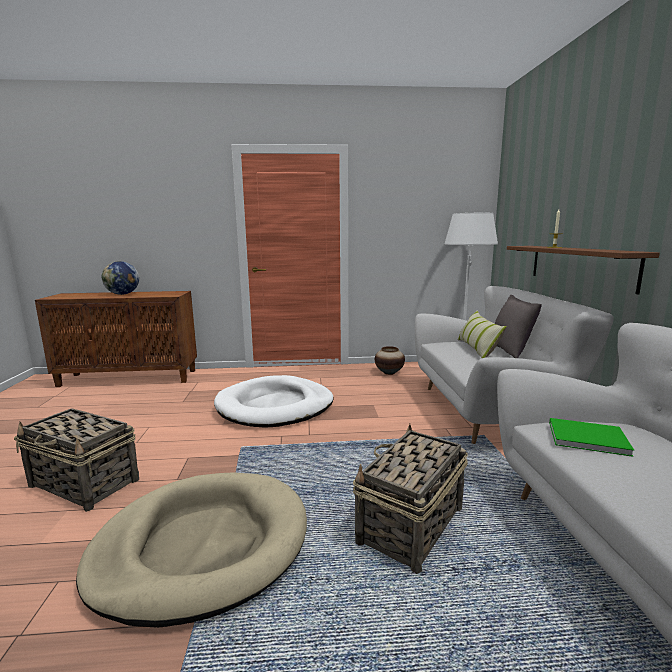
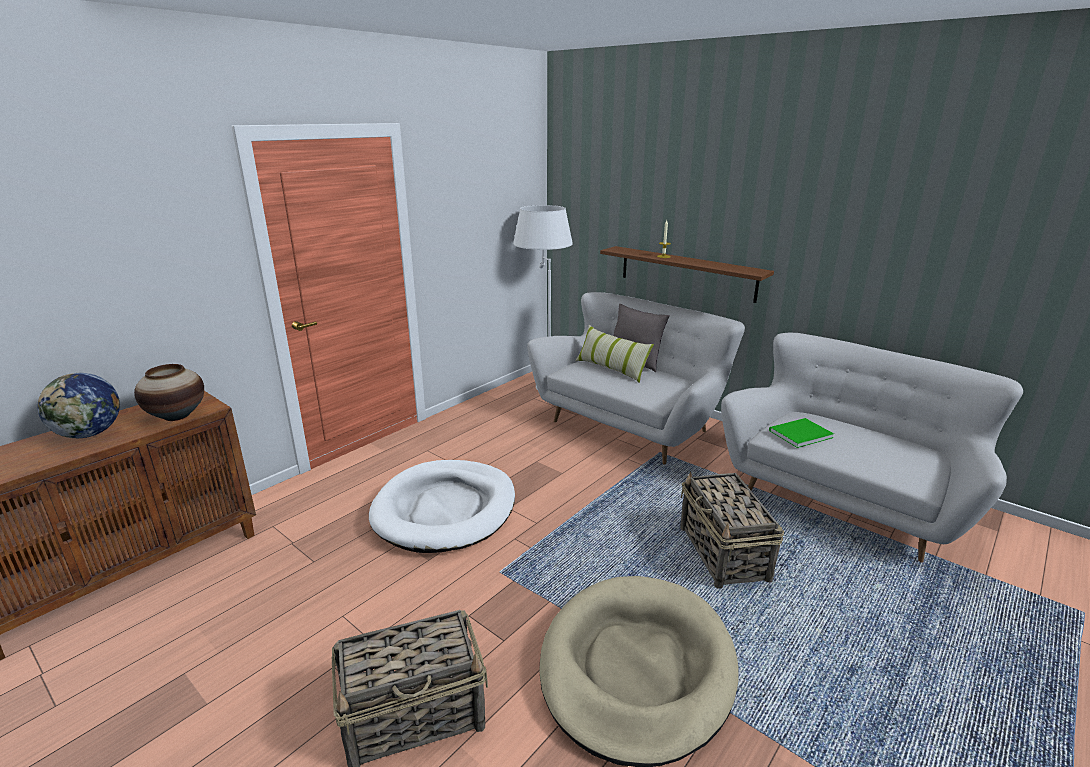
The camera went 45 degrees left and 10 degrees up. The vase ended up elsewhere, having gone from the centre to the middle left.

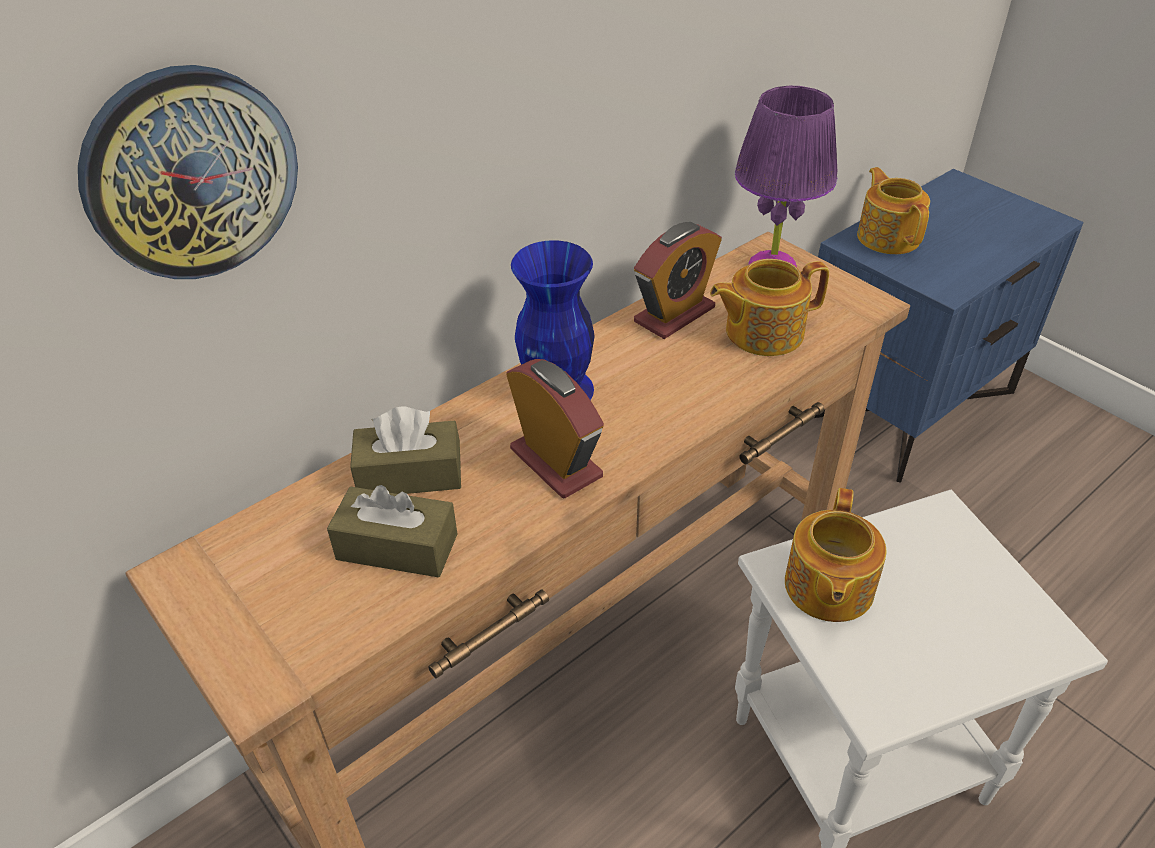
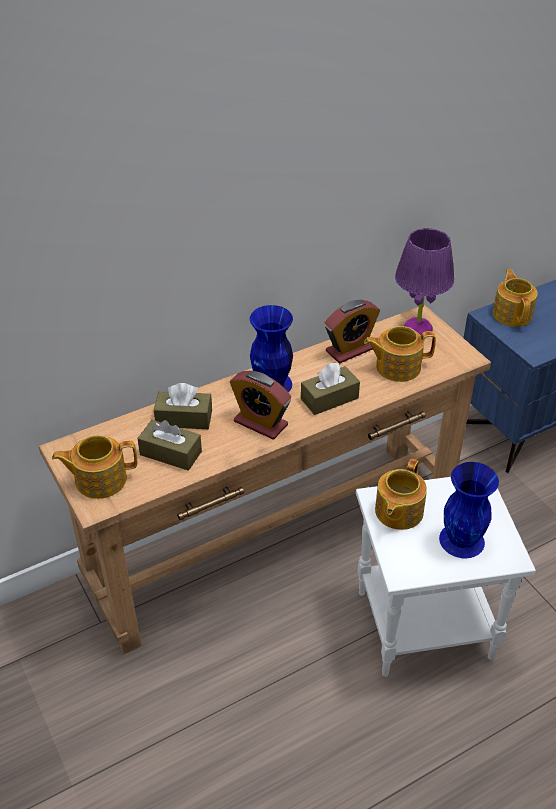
The camera went 10 degrees right and 0 degrees up. The second view gained the pot for tea (no. 1 from left) at the middle left. The alarm clock (no. 1 from left) at the centre ended up facing another way, 150 degrees clockwise from before. The second view gained the box of tissues/brown (no. 3 from left) at the centre. The second view gained the vase/bluish (no. 2 from left) at the middle right. The second view lost the wall clock at the top left.

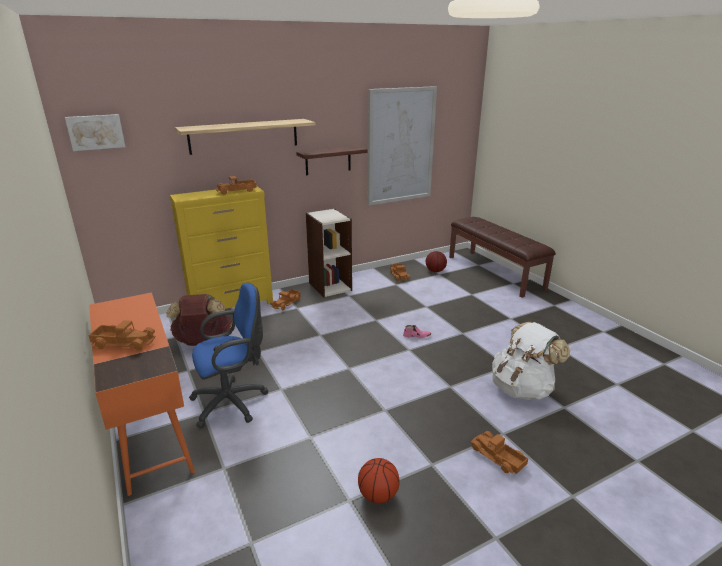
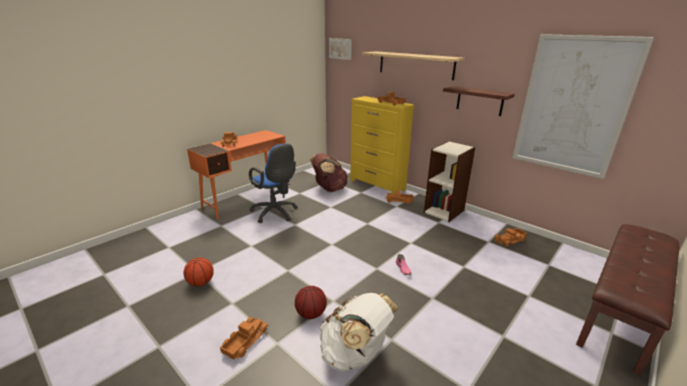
The camera went 70 degrees right and 0 degrees up. The basketball ball (no. 2 from left) ended up elsewhere, having gone from the centre to the bottom centre.

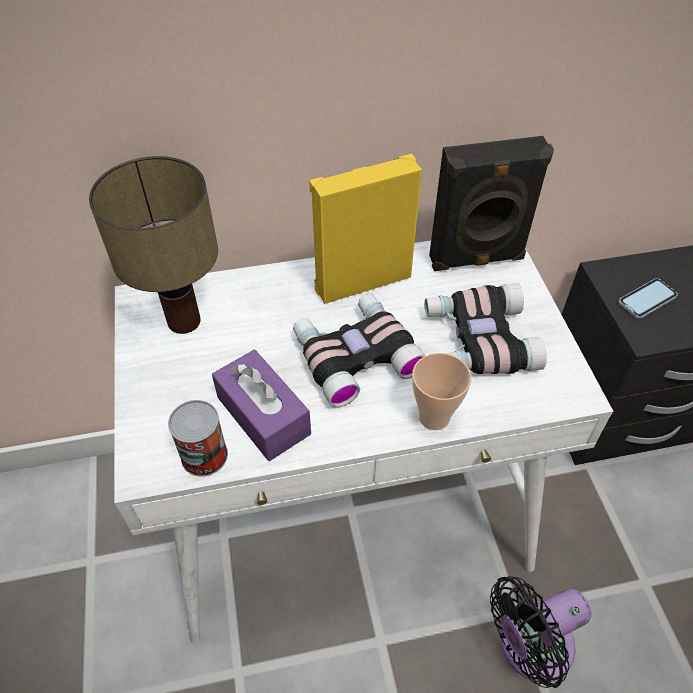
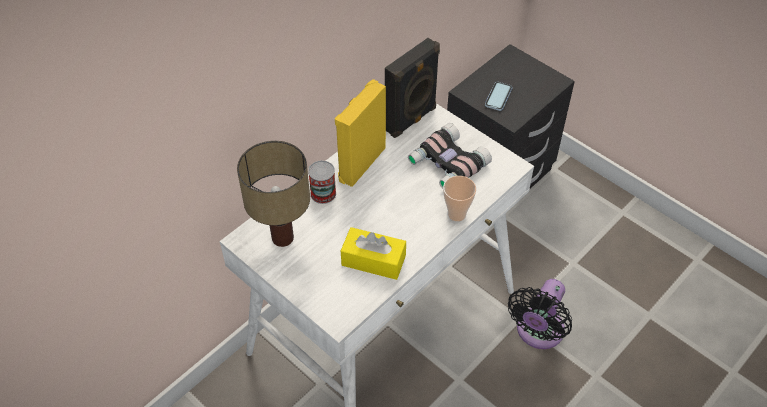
The camera went 35 degrees left and 0 degrees up. The can ended up elsewhere, having gone from the middle left to the centre. What was the box of tissues/purplish at the centre turned into the box of tissues/yellow at the centre. The second view lost the field glasses (no. 1 from left) at the centre.

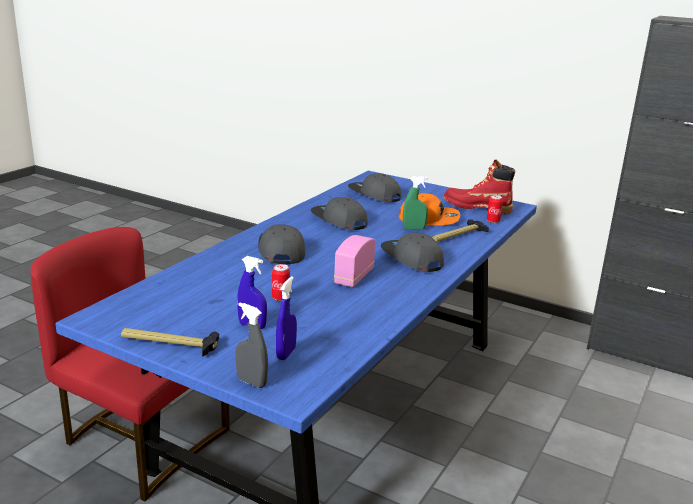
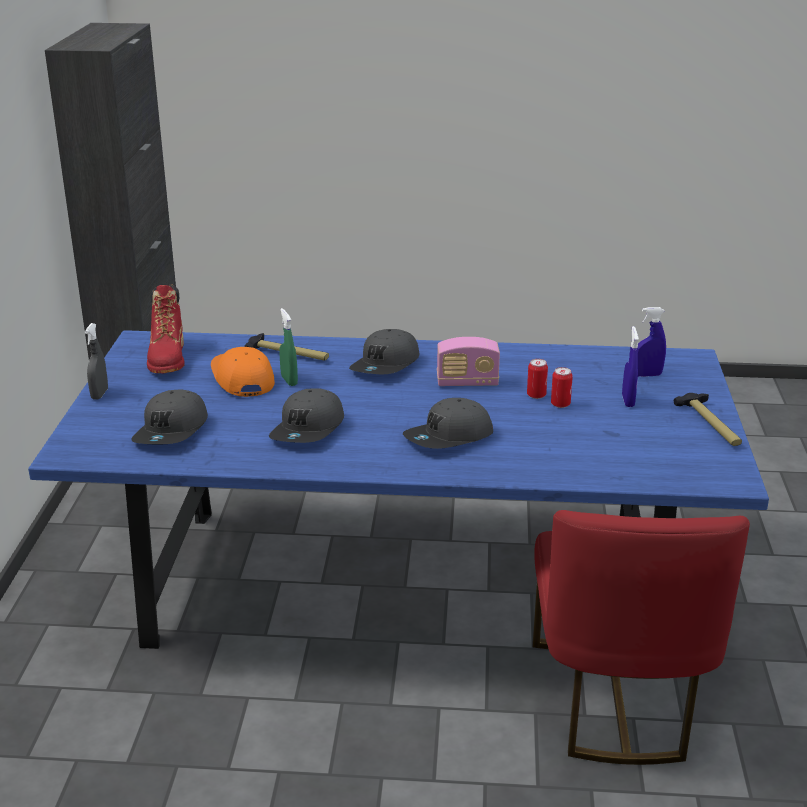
The camera went 115 degrees left and 5 degrees up. The spray bottle/grey ended up elsewhere, having gone from the bottom centre to the middle left. The can (no. 2 from left in the first image) ended up elsewhere, having gone from the middle right to the centre.

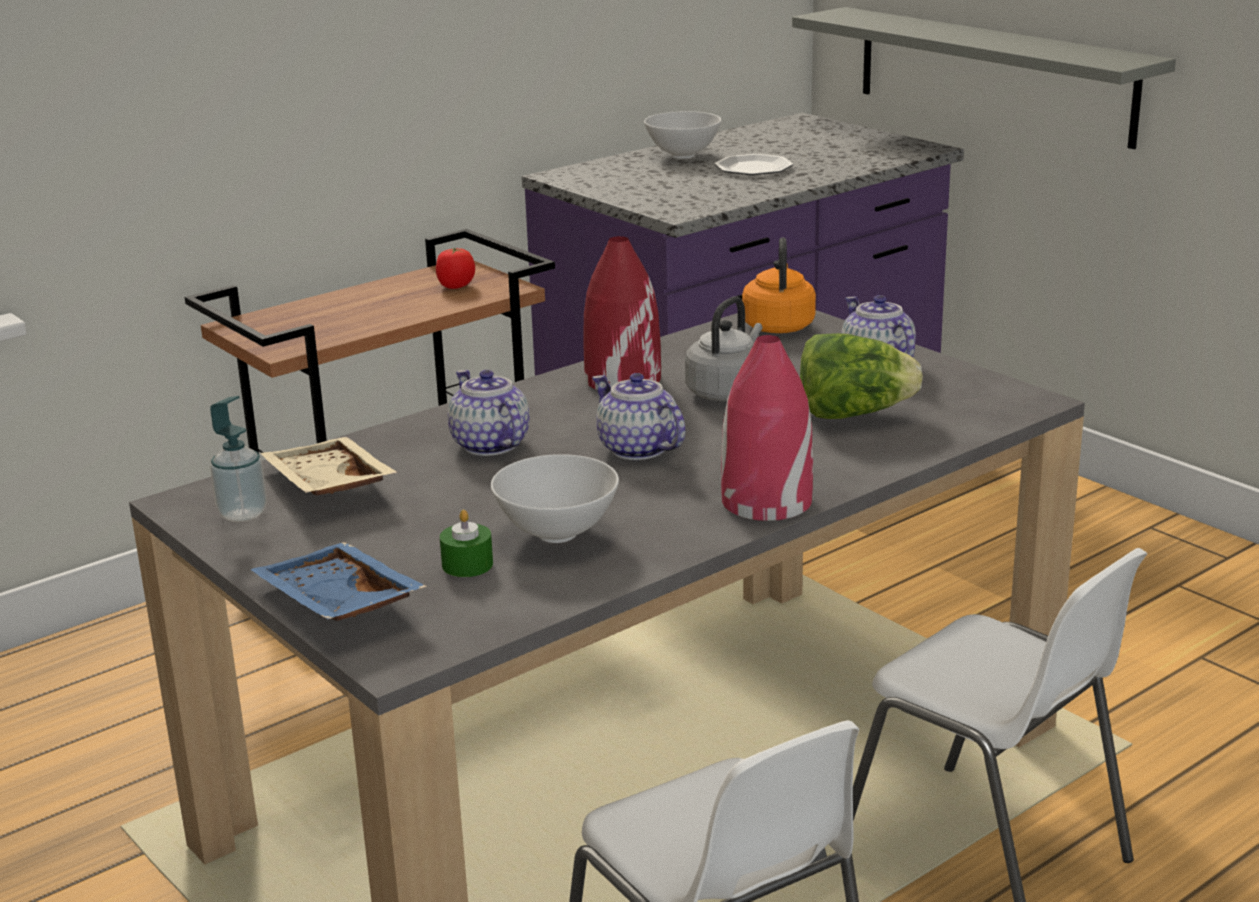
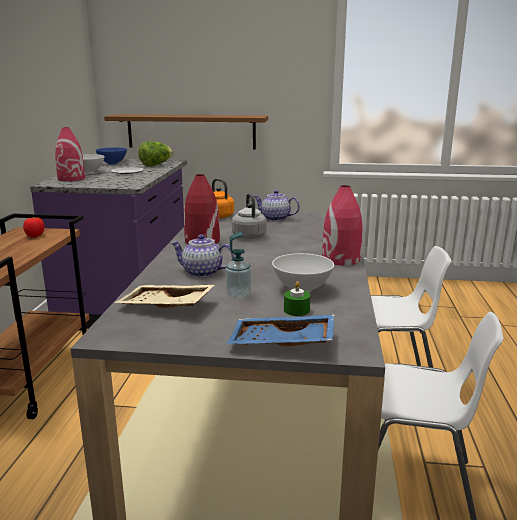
The camera went 45 degrees left and 5 degrees down. The second view gained the vase/red (no. 1 from left) at the top left. The second view gained the serving bowl/bluish at the top left. What was the wall shelf/grey at the top right turned into the wall shelf/brown at the top centre. The lettuce head ended up elsewhere, having gone from the middle right to the top left. The soap bottle ended up elsewhere, having gone from the middle left to the centre. The second view lost the pot for tea (no. 2 from left) at the centre.

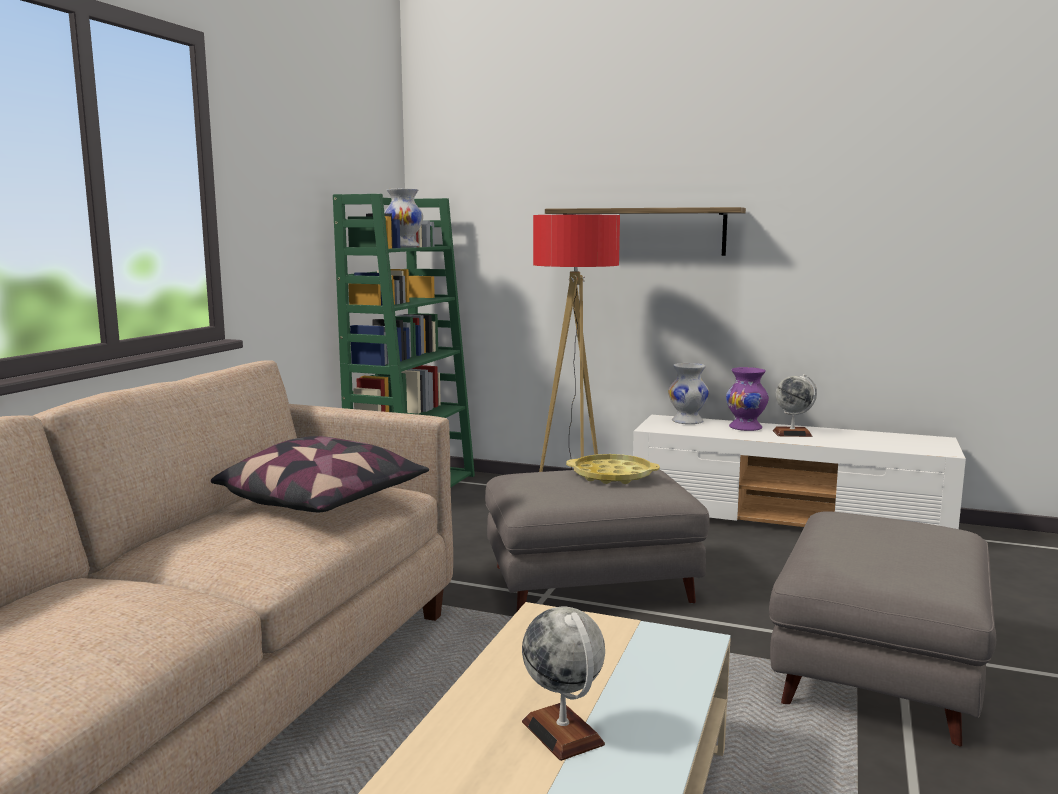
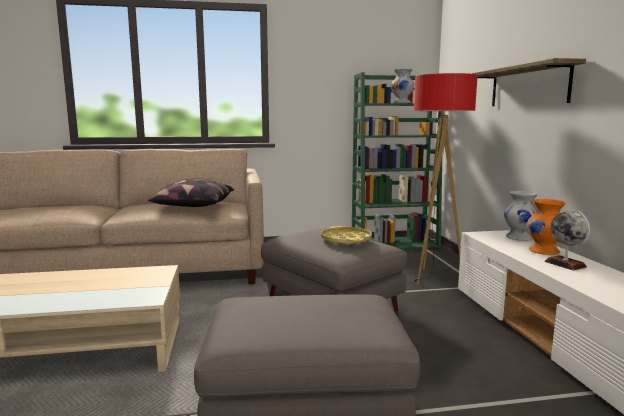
The camera went 60 degrees right and 0 degrees up. What was the vase/purplish at the middle right turned into the vase/orangey at the middle right. The second view lost the world globe (no. 1 from left) at the bottom centre.

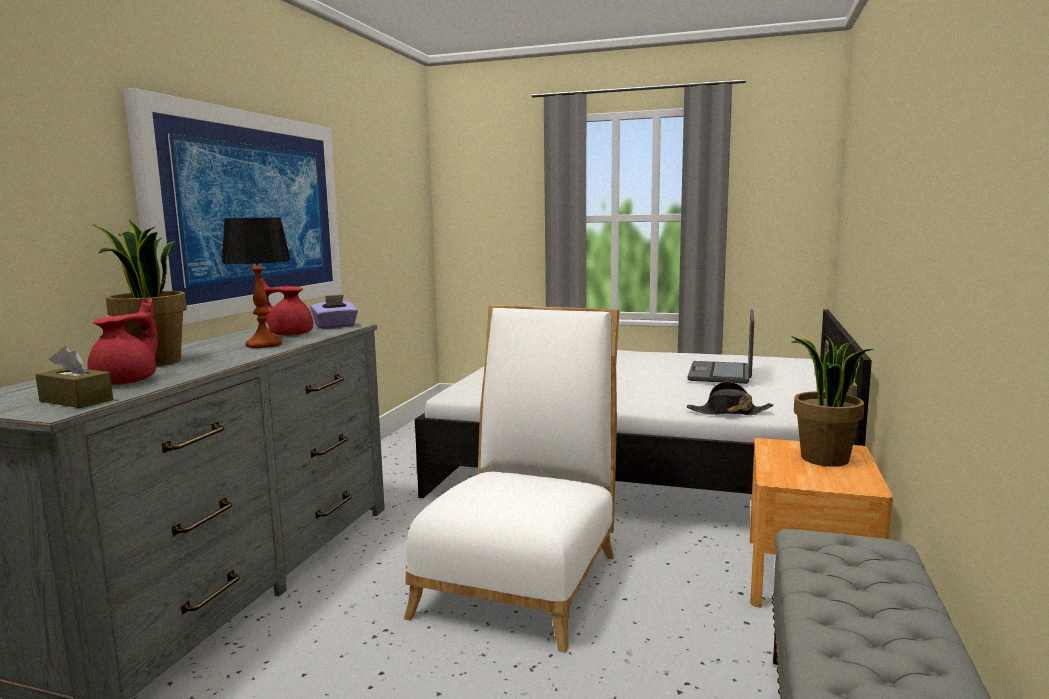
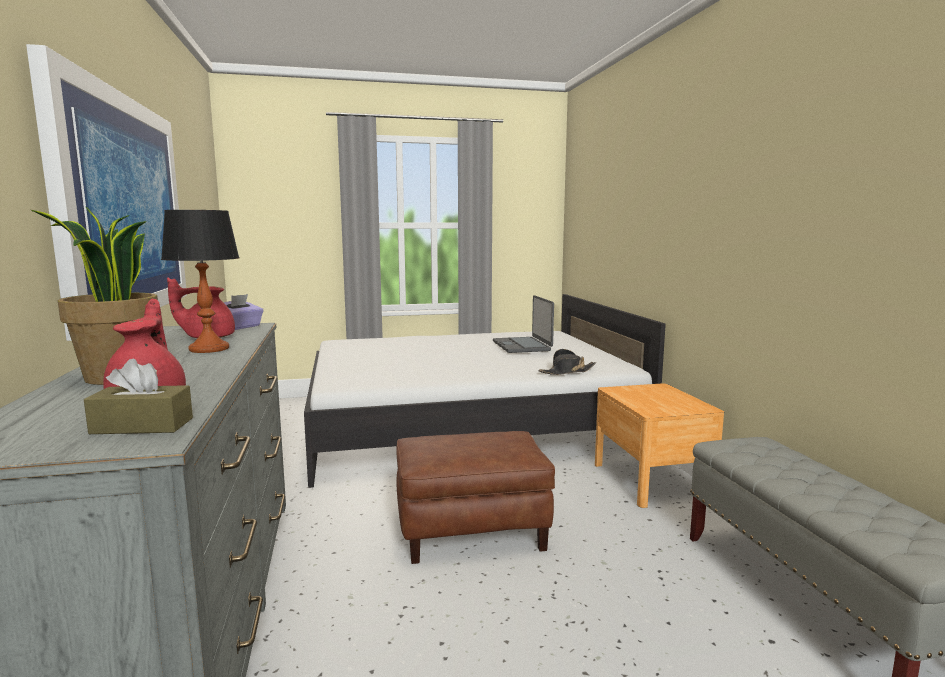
The camera went 30 degrees left and 0 degrees up. Where the chair/white stood at the bottom centre, the ottoman/brown came to stand at the bottom centre. The second view lost the houseplant (no. 2 from left) at the middle right.

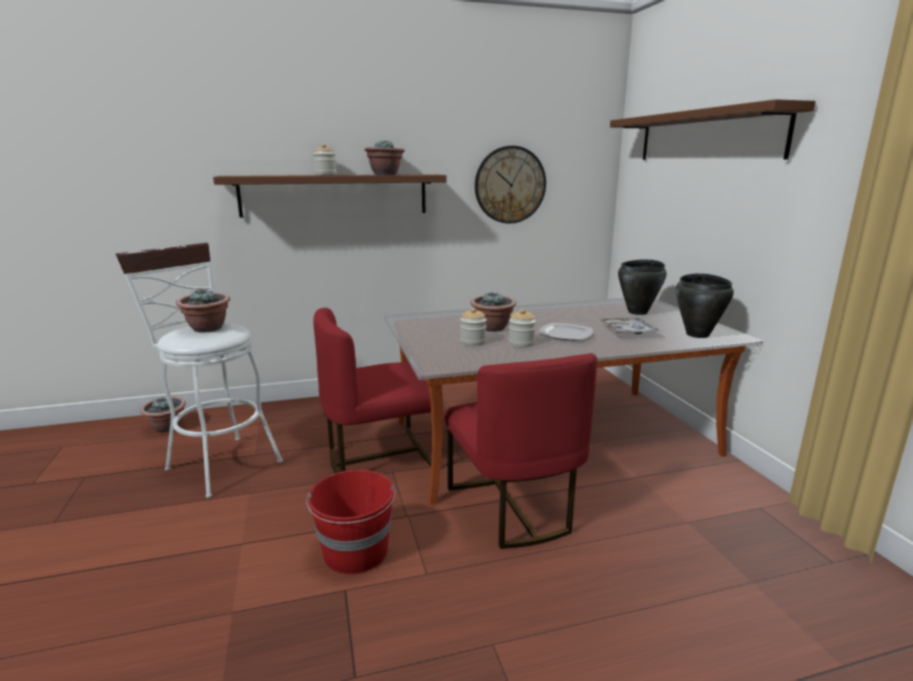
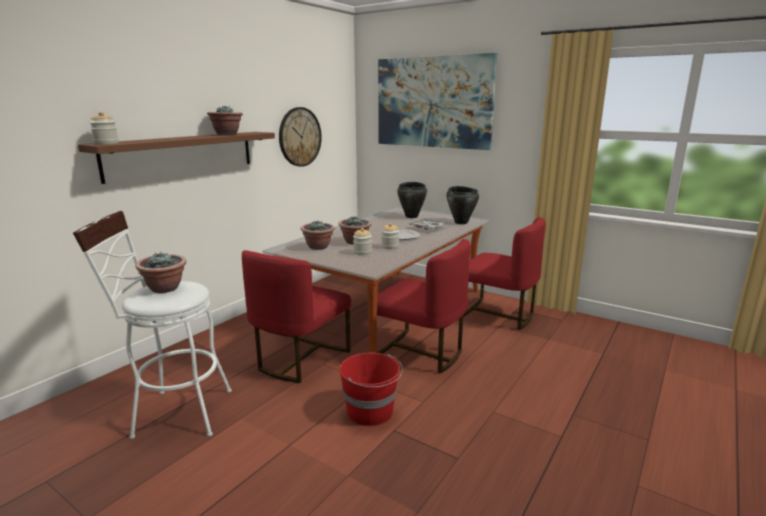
The camera went 40 degrees left and 0 degrees up. The preserve jar (no. 1 from left) ended up elsewhere, having gone from the top centre to the top left. The houseplant (no. 1 from left in the first image) ended up elsewhere, having gone from the middle left to the centre. Where the wall shelf/brown (no. 2 from left) hung at the top right, the wall art came to hang at the top centre. The second view gained the chair/red (no. 3 from left) at the centre.

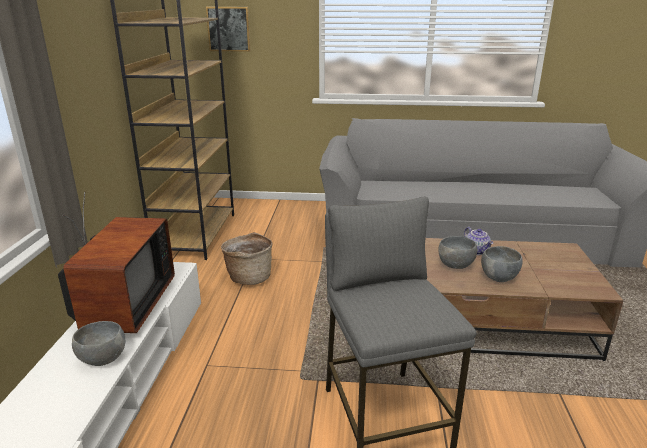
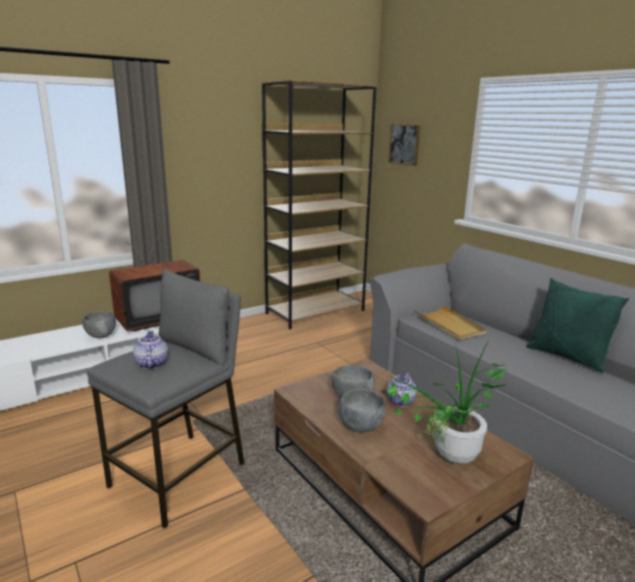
The camera went 50 degrees right and 5 degrees down. The second view gained the pot for tea (no. 1 from left) at the middle left. The second view gained the houseplant at the bottom right. The second view gained the carrying tray/beige at the middle right. The second view gained the pillow/greenish at the middle right. The second view lost the household basket at the centre.

